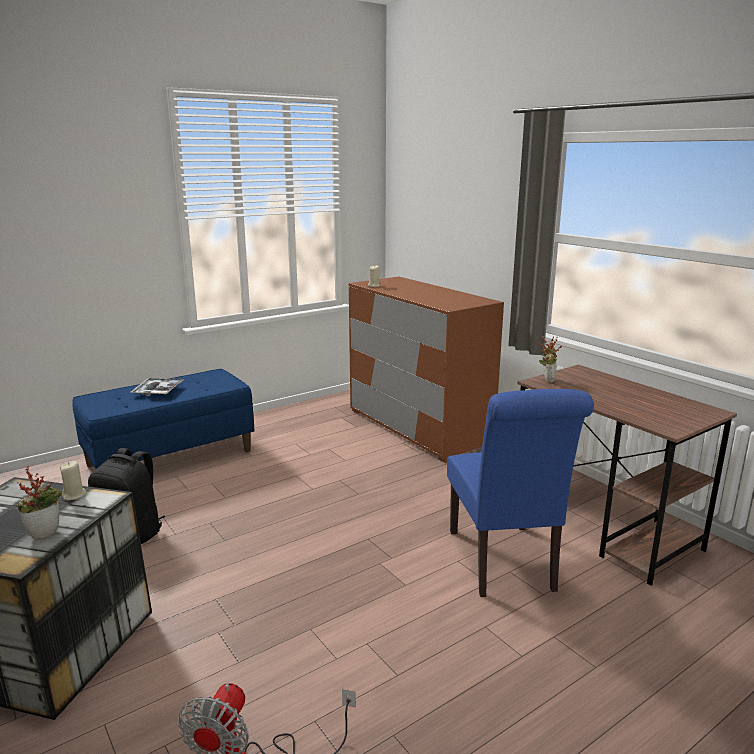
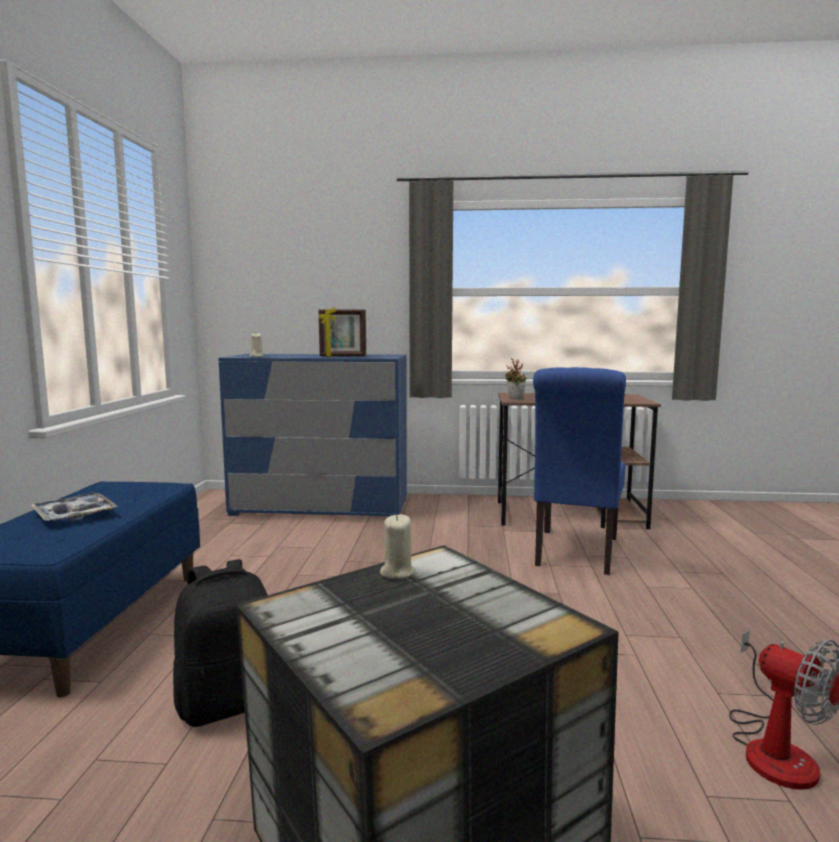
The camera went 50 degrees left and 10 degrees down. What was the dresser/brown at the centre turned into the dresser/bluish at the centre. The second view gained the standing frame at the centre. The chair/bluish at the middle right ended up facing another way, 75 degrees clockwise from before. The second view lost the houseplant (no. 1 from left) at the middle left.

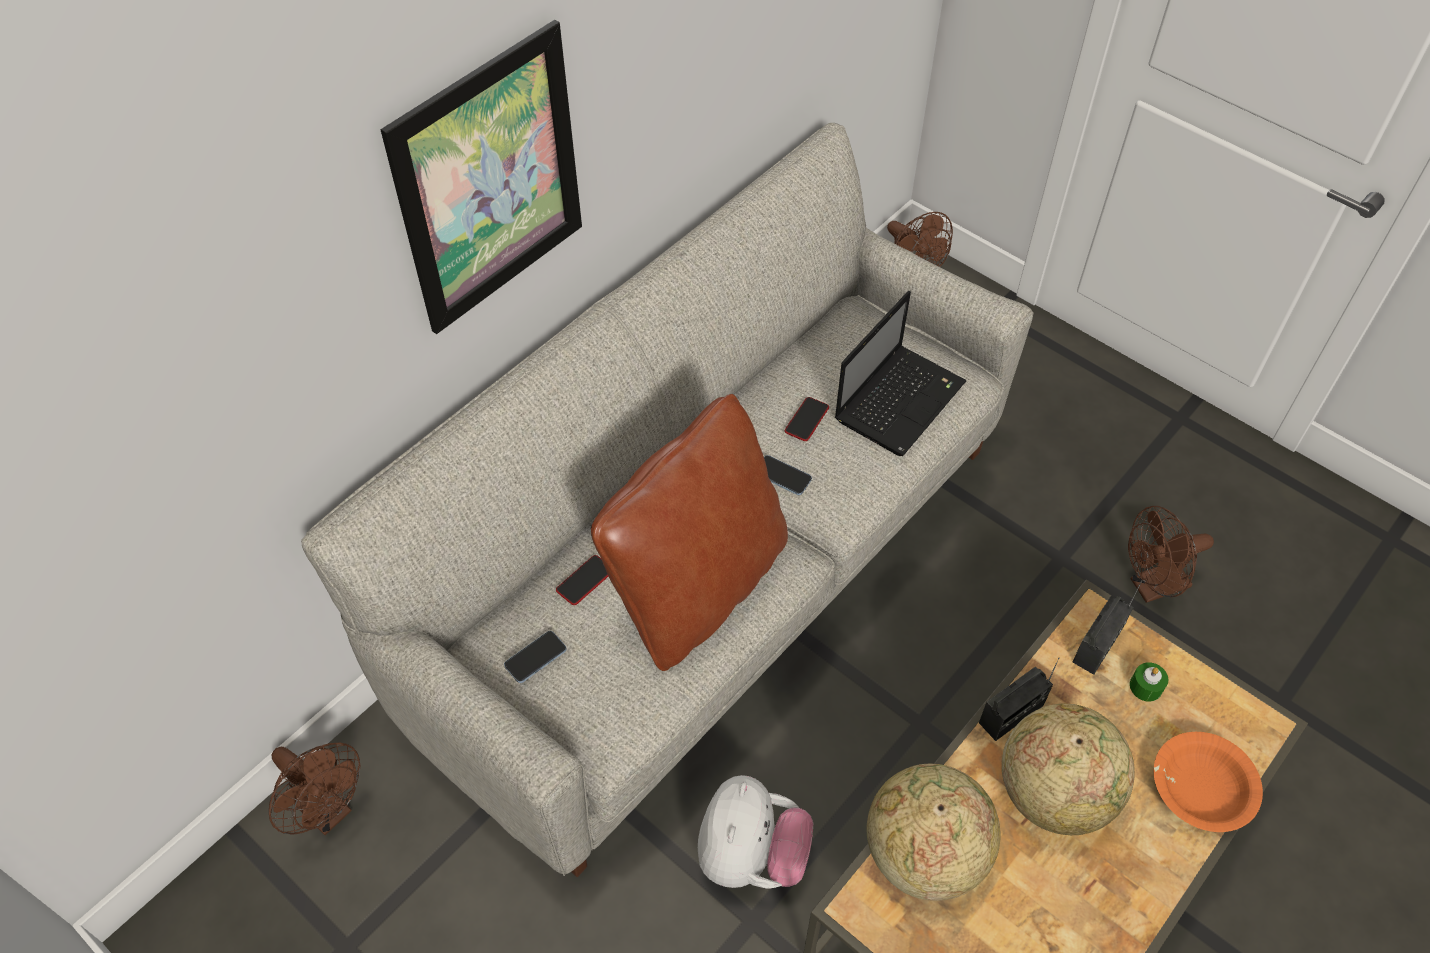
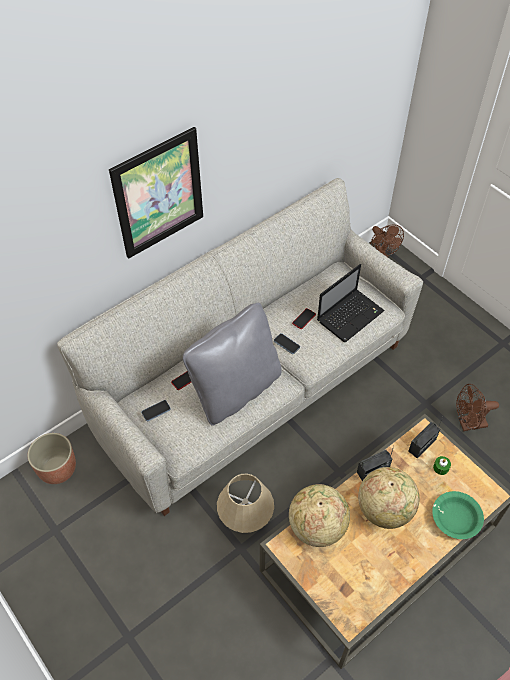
The camera went 10 degrees right and 0 degrees up. Where the electric fan/brown (no. 1 from left) stood at the bottom left, the planter came to stand at the bottom left. What was the pillow/brown at the centre turned into the pillow/grey at the centre. Where the soft toy stood at the bottom centre, the table lamp/beige came to stand at the bottom centre. What was the serving bowl/orangey at the bottom right turned into the serving bowl/greenish at the bottom right.

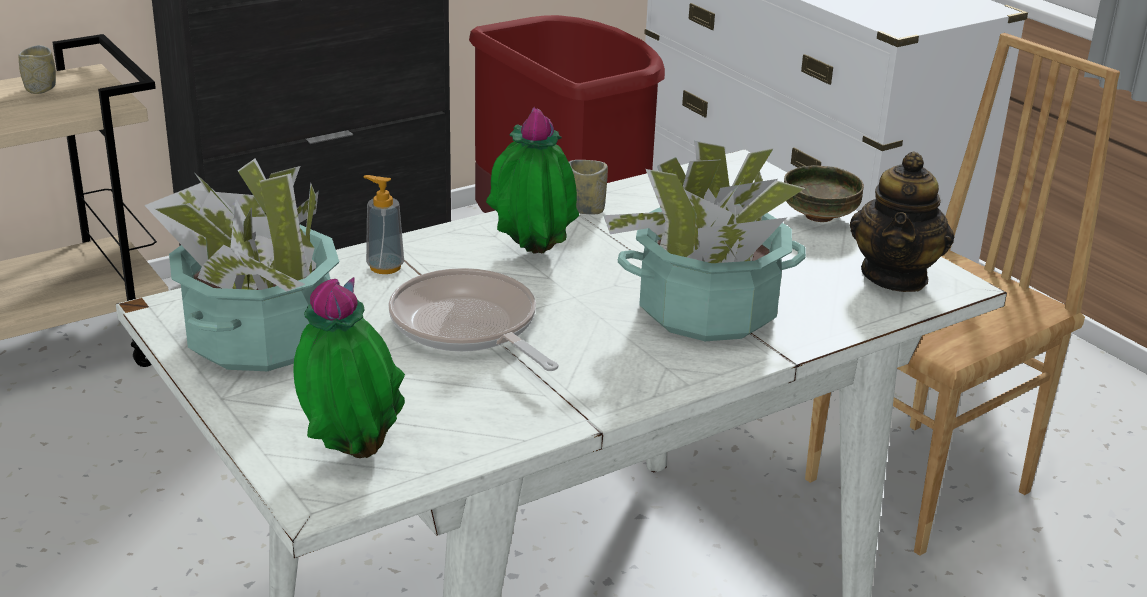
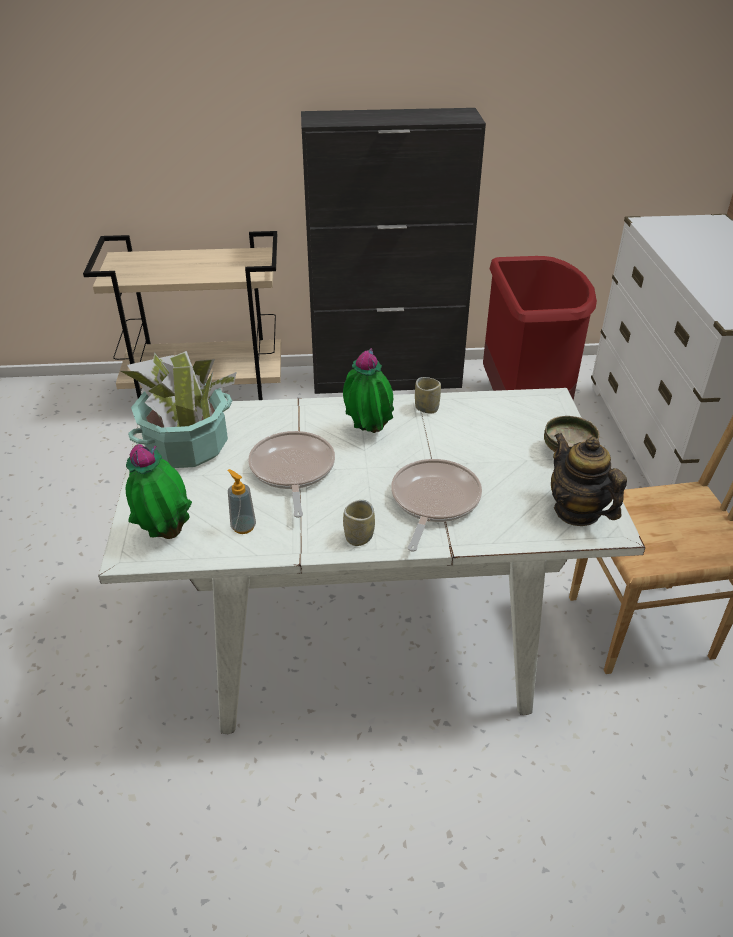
The camera went 30 degrees right and 10 degrees up. The soap bottle ended up elsewhere, having gone from the centre to the middle left. The small cup (no. 1 from left) ended up elsewhere, having gone from the top left to the centre. Where the houseplant (no. 4 from left) stood at the centre, the skillet (no. 2 from left) came to stand at the centre. The pot for tea at the middle right ended up facing another way, 105 degrees clockwise from before.

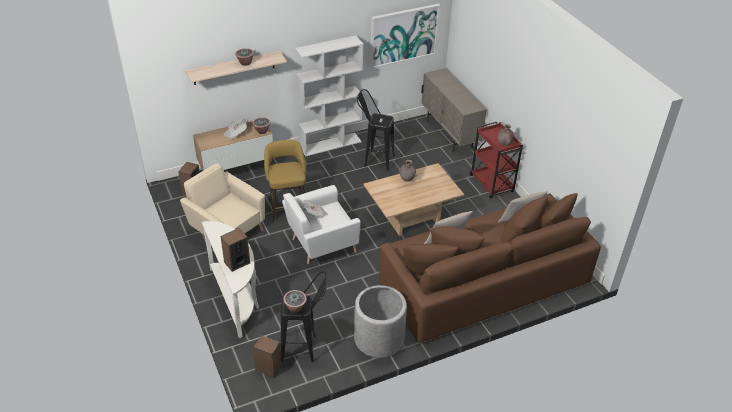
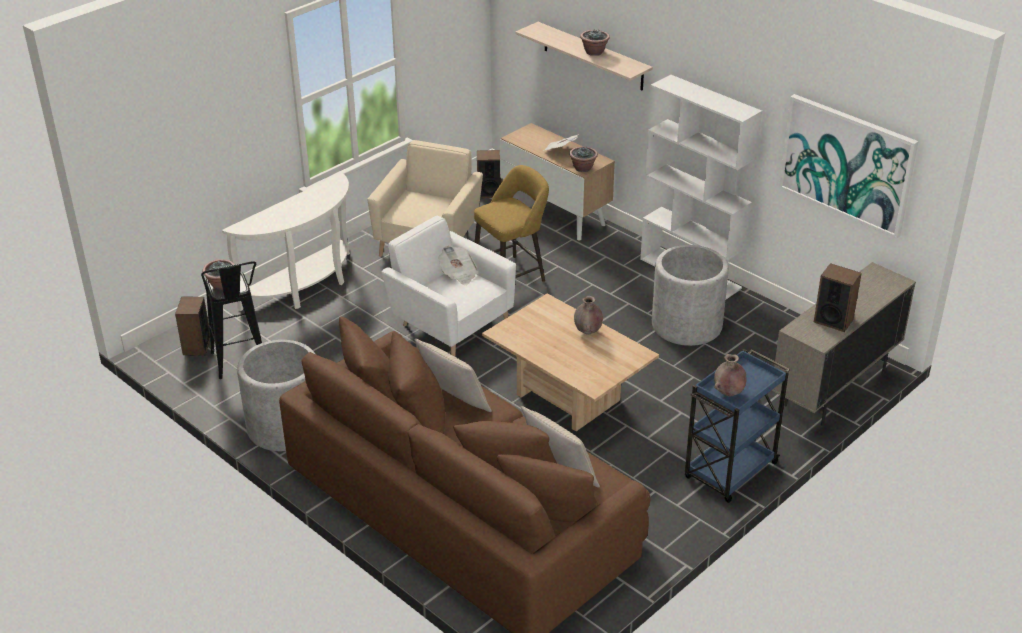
The camera went 70 degrees right and 5 degrees down. Where the sitting stool/black-coloured (no. 2 from left) stood at the top centre, the planter/grey (no. 2 from left) came to stand at the middle right. What was the cart/red at the middle right turned into the cart/bluish at the bottom right. The speaker (no. 2 from left in the first image) ended up elsewhere, having gone from the middle left to the middle right.

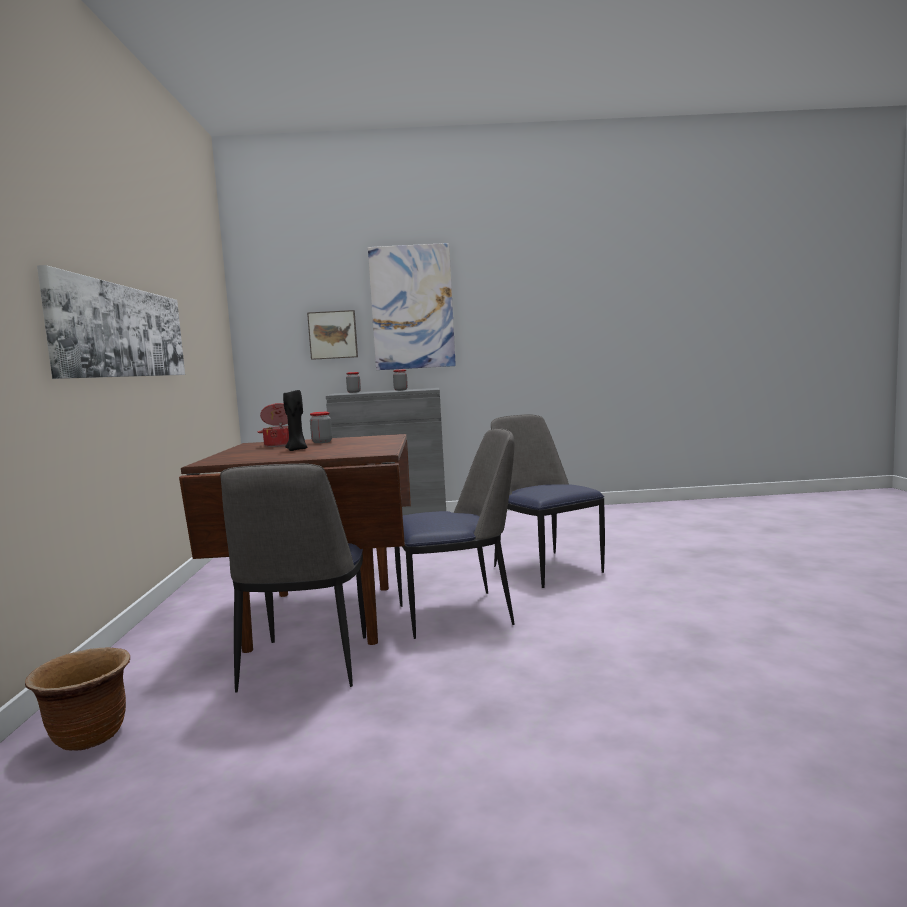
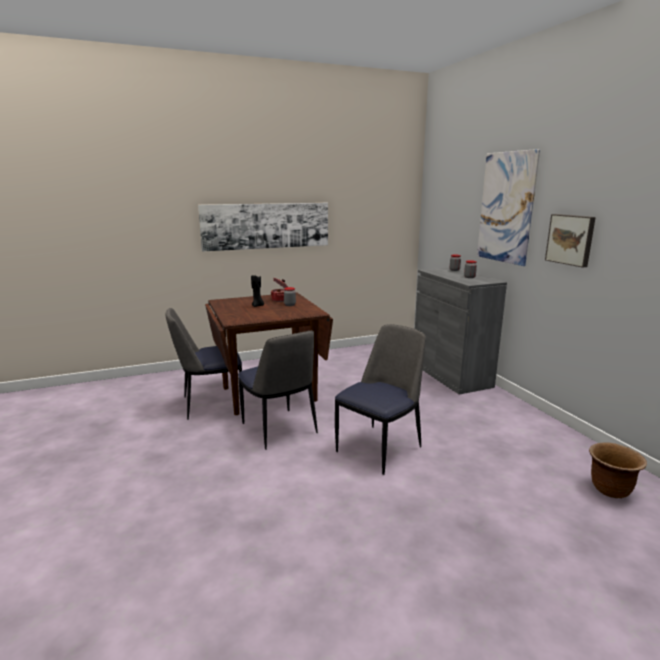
The camera went 70 degrees right and 10 degrees up. The wall art (no. 2 from left in the first image) ended up elsewhere, having gone from the centre to the middle right. The planter/brown ended up elsewhere, having gone from the bottom left to the bottom right.

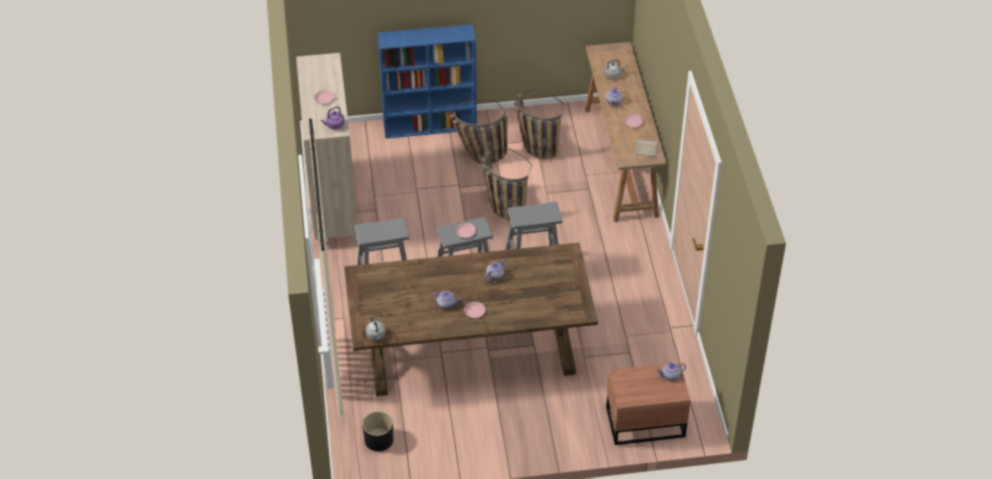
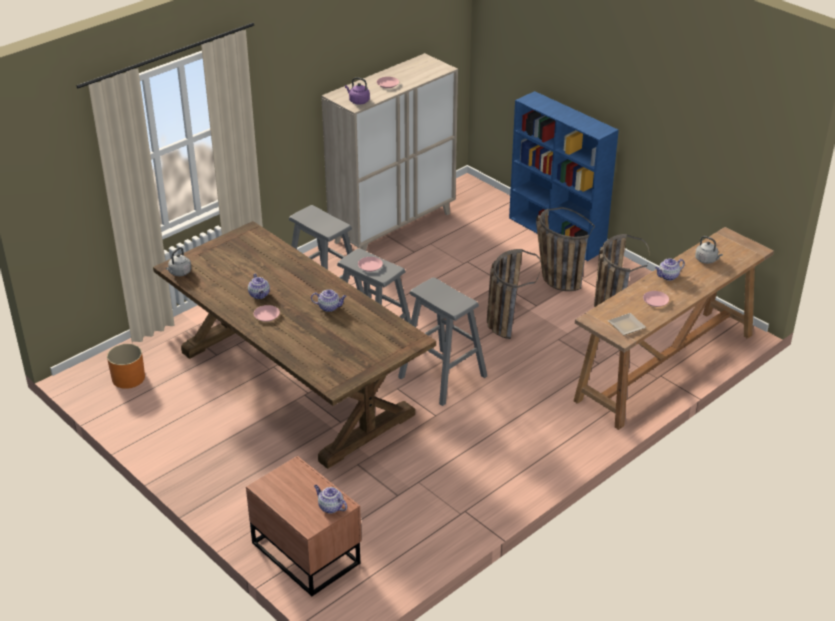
The camera went 55 degrees right and 10 degrees down. What was the planter/black-coloured at the bottom centre turned into the planter/orangey at the middle left.

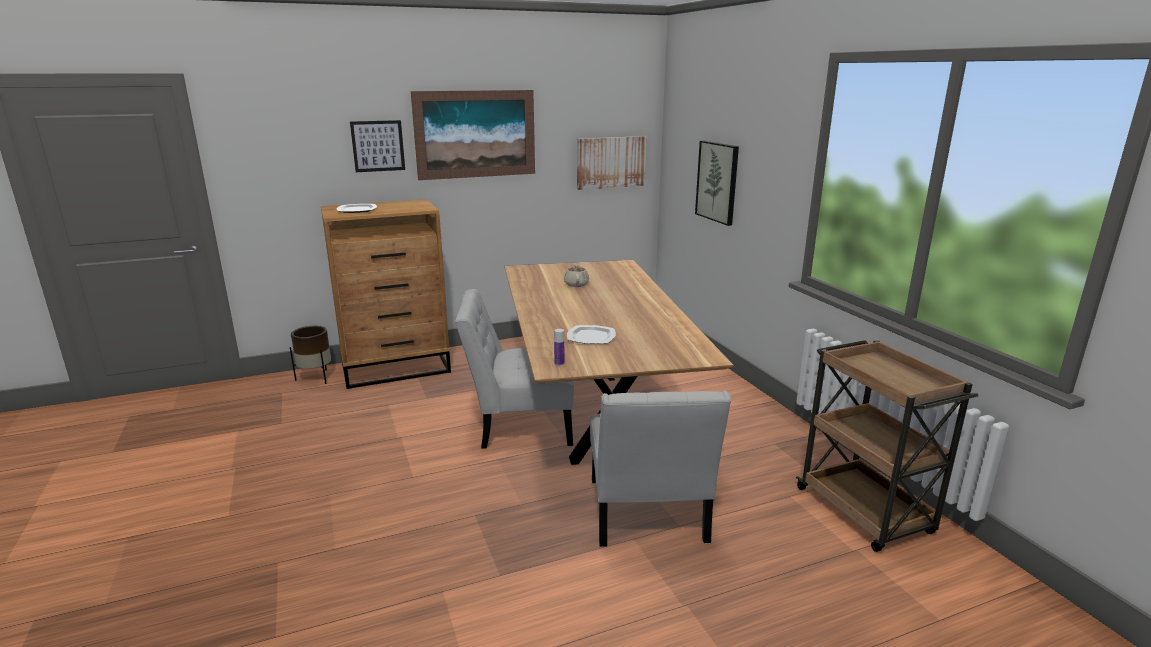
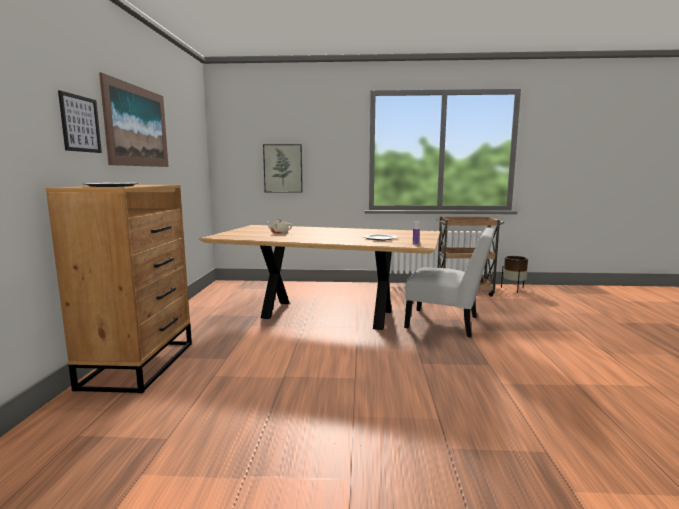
The camera went 65 degrees left and 10 degrees down. The planter/brown ended up elsewhere, having gone from the middle left to the middle right. The second view lost the chair/white (no. 1 from left) at the centre. The second view lost the wall art (no. 3 from left) at the top centre.

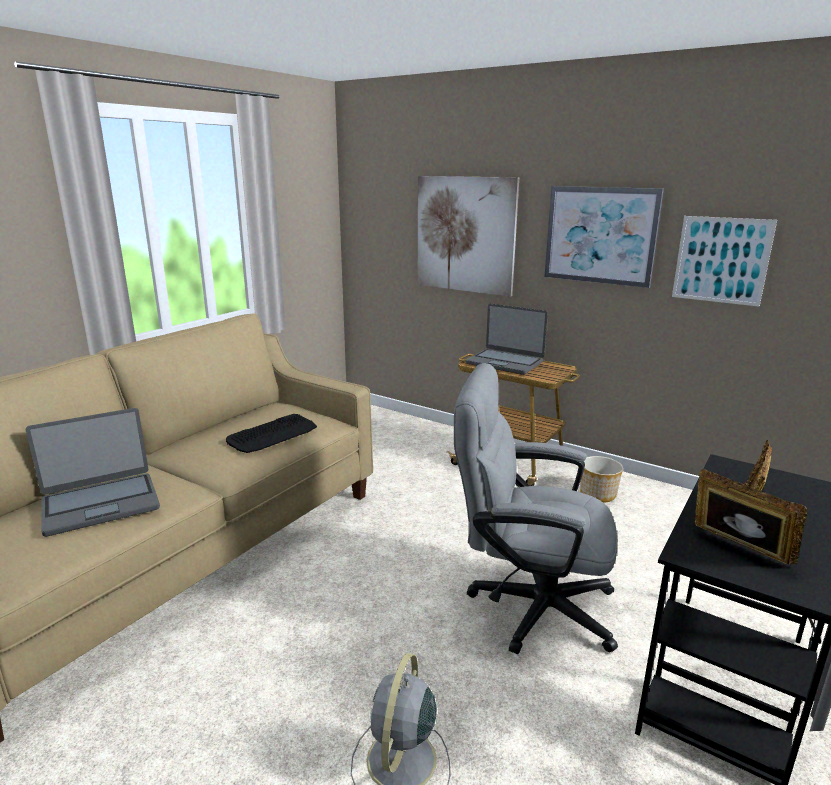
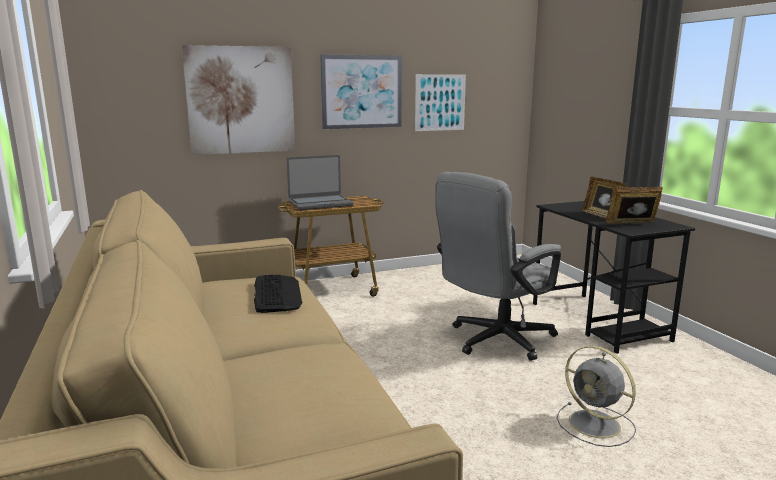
The camera went 55 degrees left and 5 degrees down. The second view lost the portable computer (no. 1 from left) at the middle left. The second view lost the planter at the middle right.

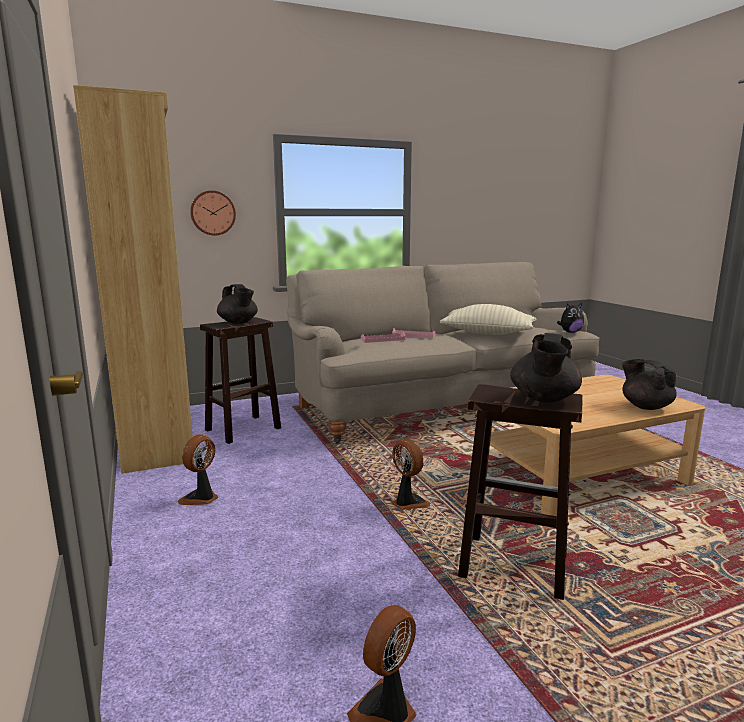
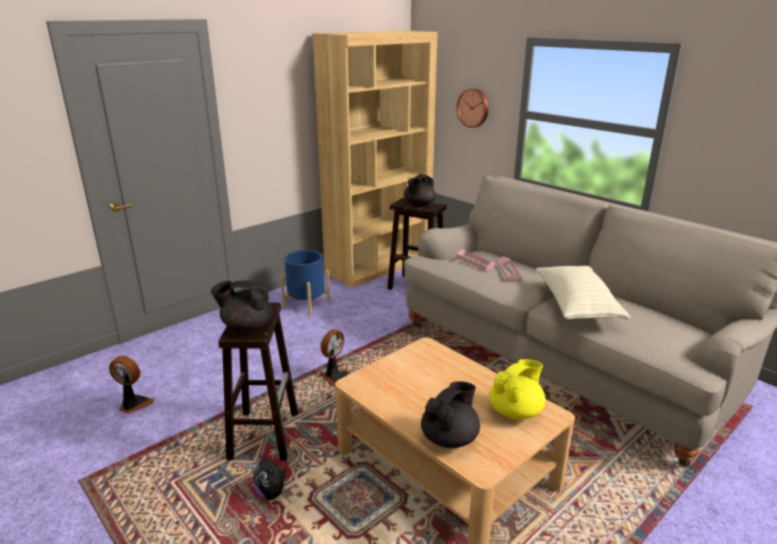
The camera went 70 degrees right and 10 degrees up. The soft toy ended up elsewhere, having gone from the middle right to the bottom centre. Where the electric fan (no. 1 from left) stood at the middle left, the planter/bluish came to stand at the centre. The second view gained the pot for tea/yellow at the bottom centre.

